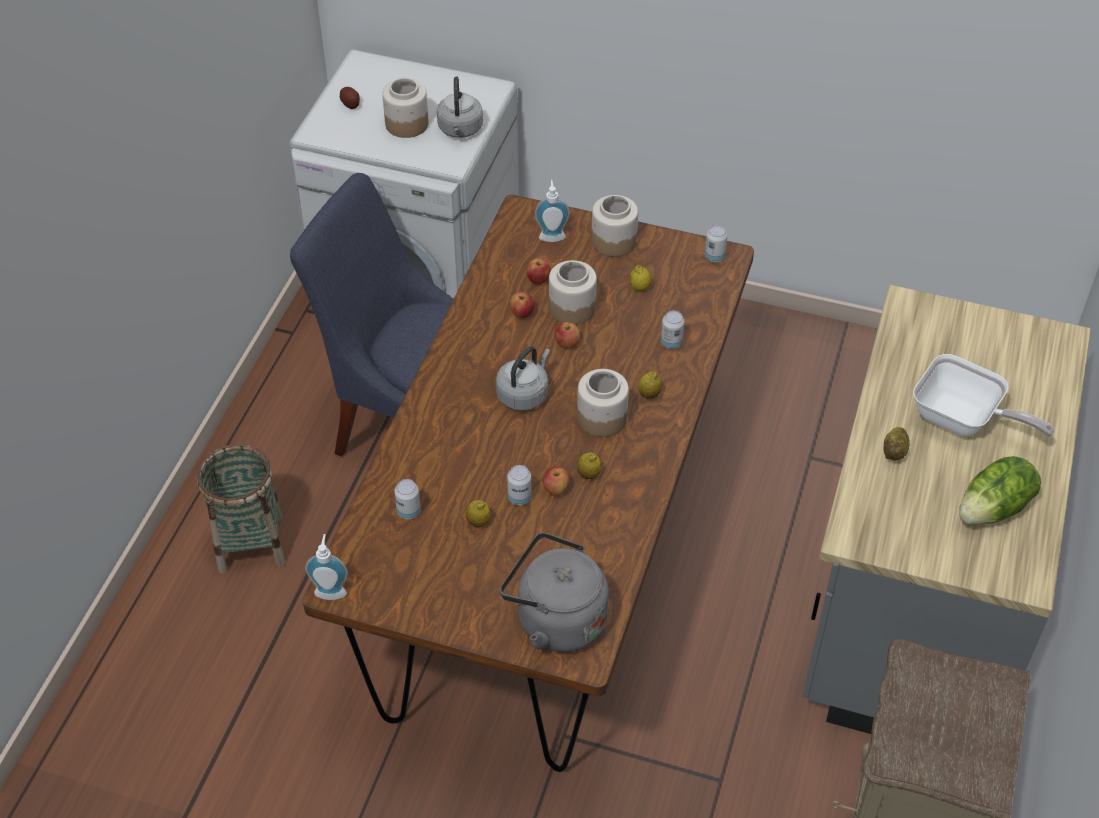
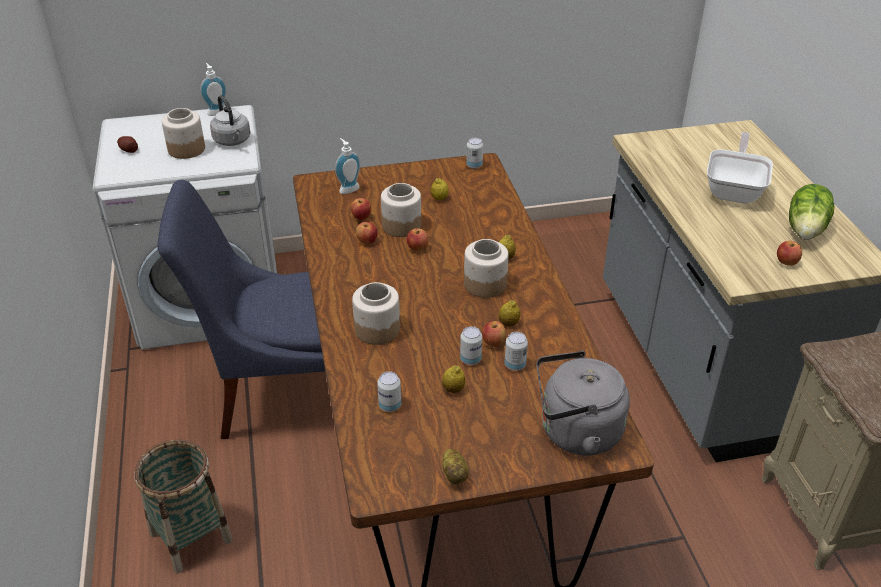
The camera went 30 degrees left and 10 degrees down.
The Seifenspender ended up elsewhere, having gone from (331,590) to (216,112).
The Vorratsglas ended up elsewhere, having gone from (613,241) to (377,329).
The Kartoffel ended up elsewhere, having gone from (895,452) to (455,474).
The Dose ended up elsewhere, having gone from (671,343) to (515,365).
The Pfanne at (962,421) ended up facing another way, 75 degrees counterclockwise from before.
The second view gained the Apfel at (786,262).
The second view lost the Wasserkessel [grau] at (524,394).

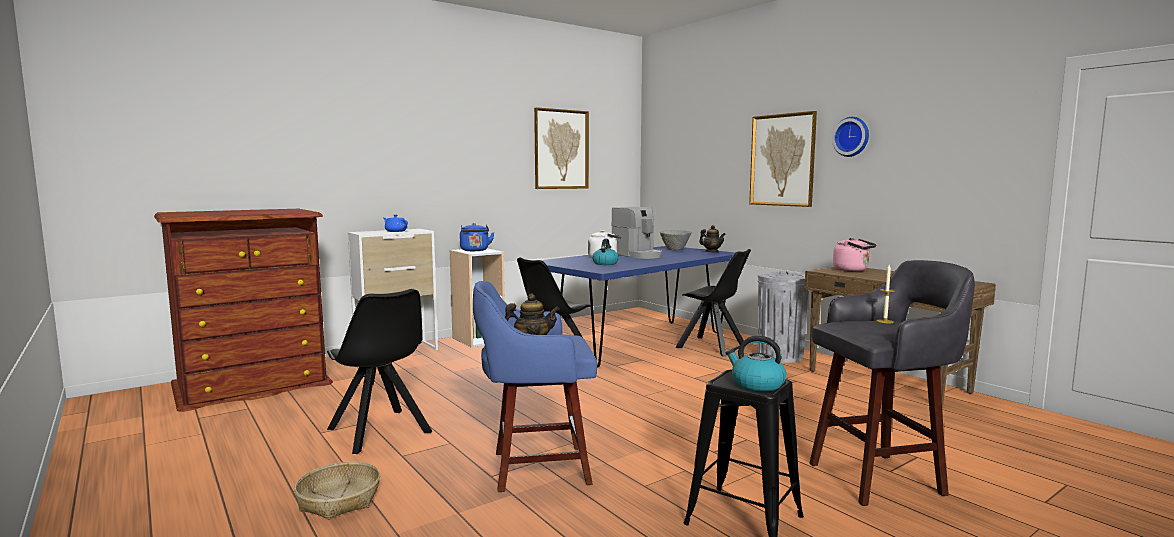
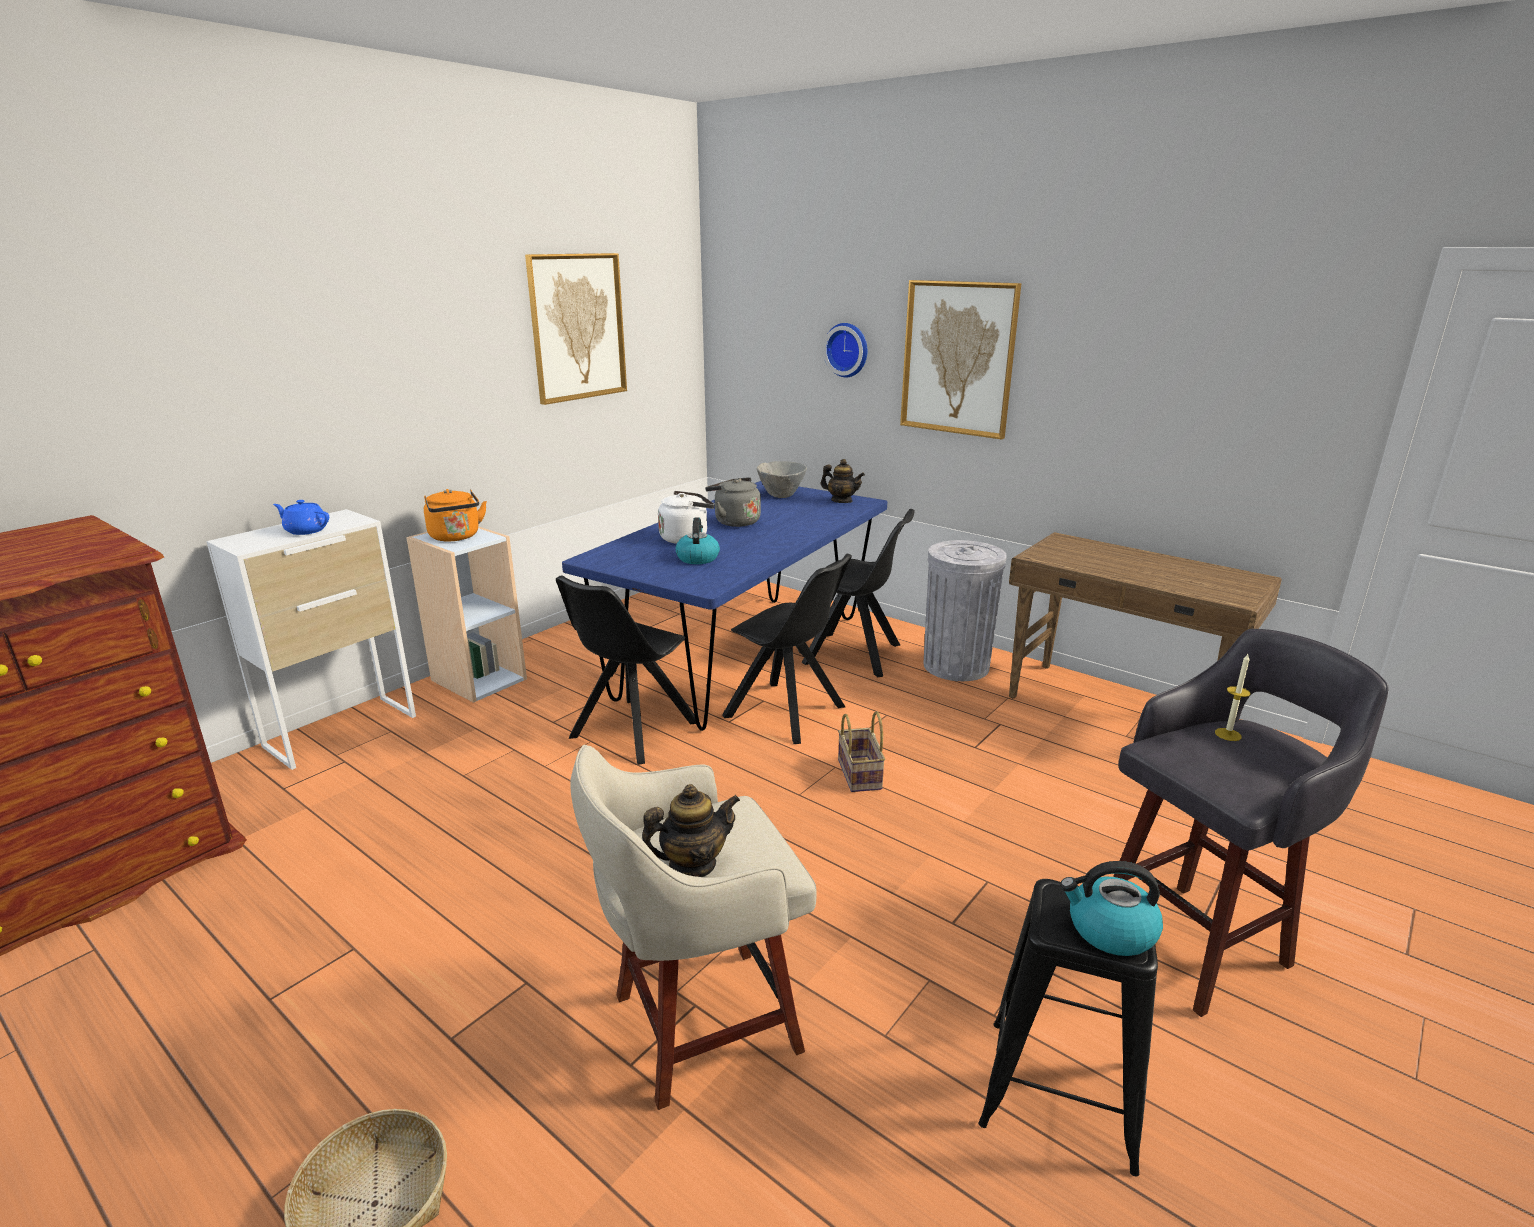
The camera went 15 degrees left and 15 degrees up.
What was the Wasserkessel [blau] at (475,250) turned into the Wasserkessel [orange] at (456,537).
What was the Hocker [blau] at (535,468) turned into the Hocker [beige] at (697,1026).
Where the Kaffeemaschine stood at (638,255), the Wasserkessel [grau] came to stand at (734,522).
The Stuhl [schwarz] ended up elsewhere, having gone from (380,432) to (787,713).
The Wanduhr ended up elsewhere, having gone from (852,137) to (847,350).
The second view gained the Korb at (861,775).
The second view lost the Wasserkessel [rosa] at (853,270).

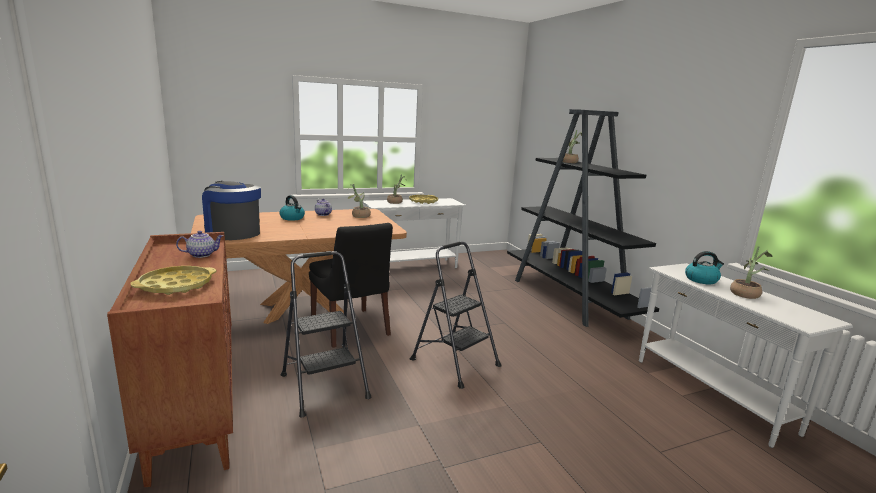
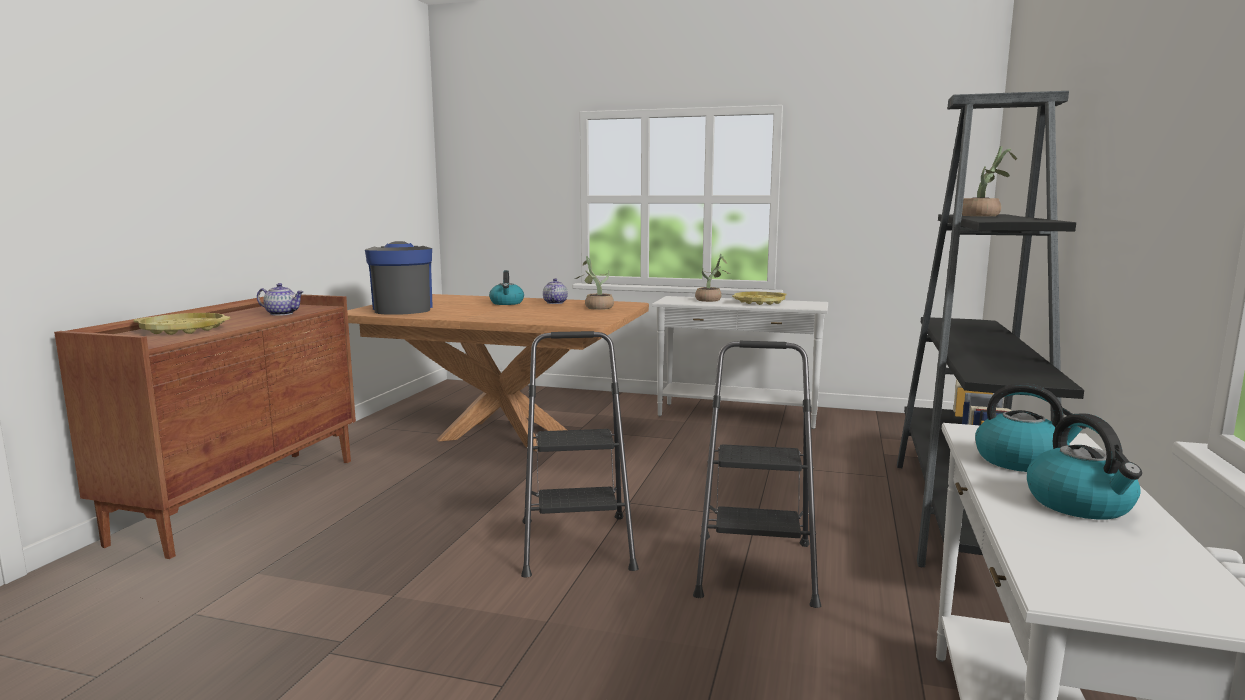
The camera went 40 degrees right and 5 degrees down.
The Trittleiter [schwarz] ended up elsewhere, having gone from (324,384) to (755,565).
Where the Topfpflanze stood at (746,293), the Wasserkessel came to stand at (1081,505).
The second view lost the Stuhl [schwarz] at (351,329).

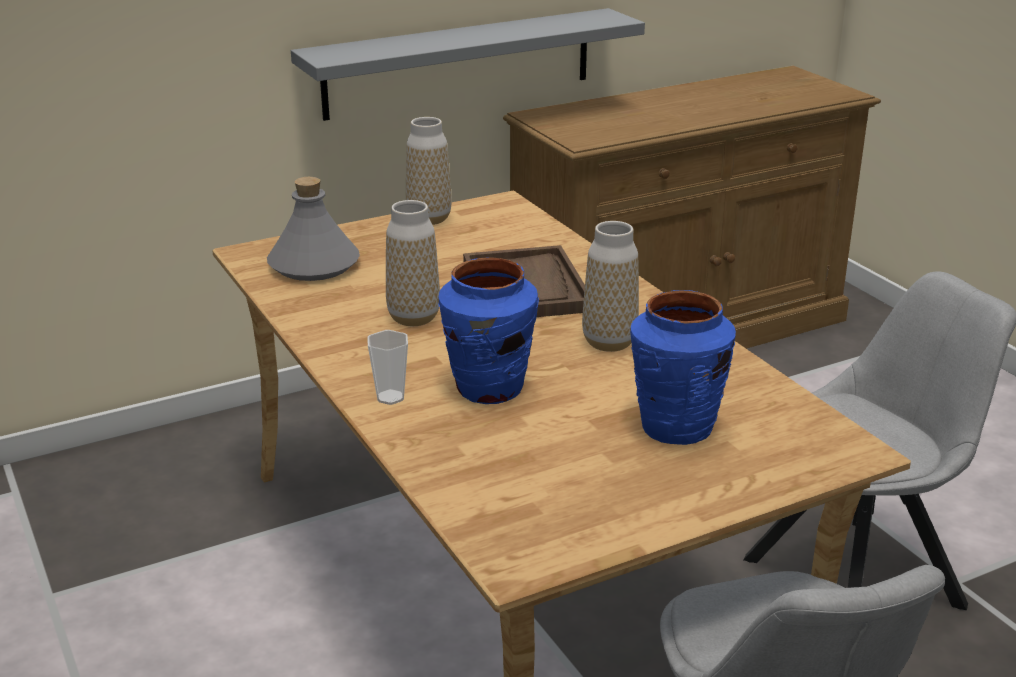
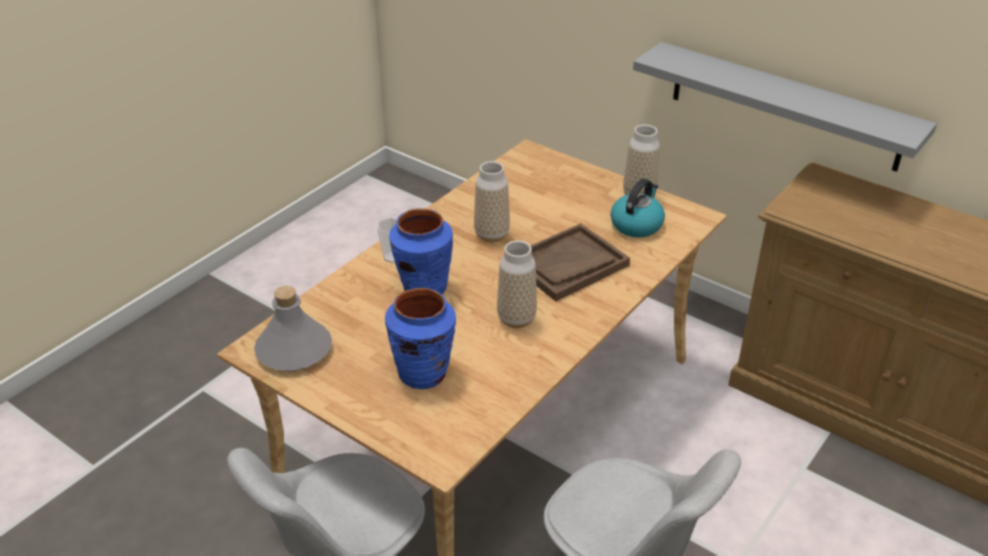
The camera went 65 degrees right and 10 degrees up.
The Flasche [grau] ended up elsewhere, having gone from (313,265) to (294,350).
The second view gained the Wasserkessel at (636,224).

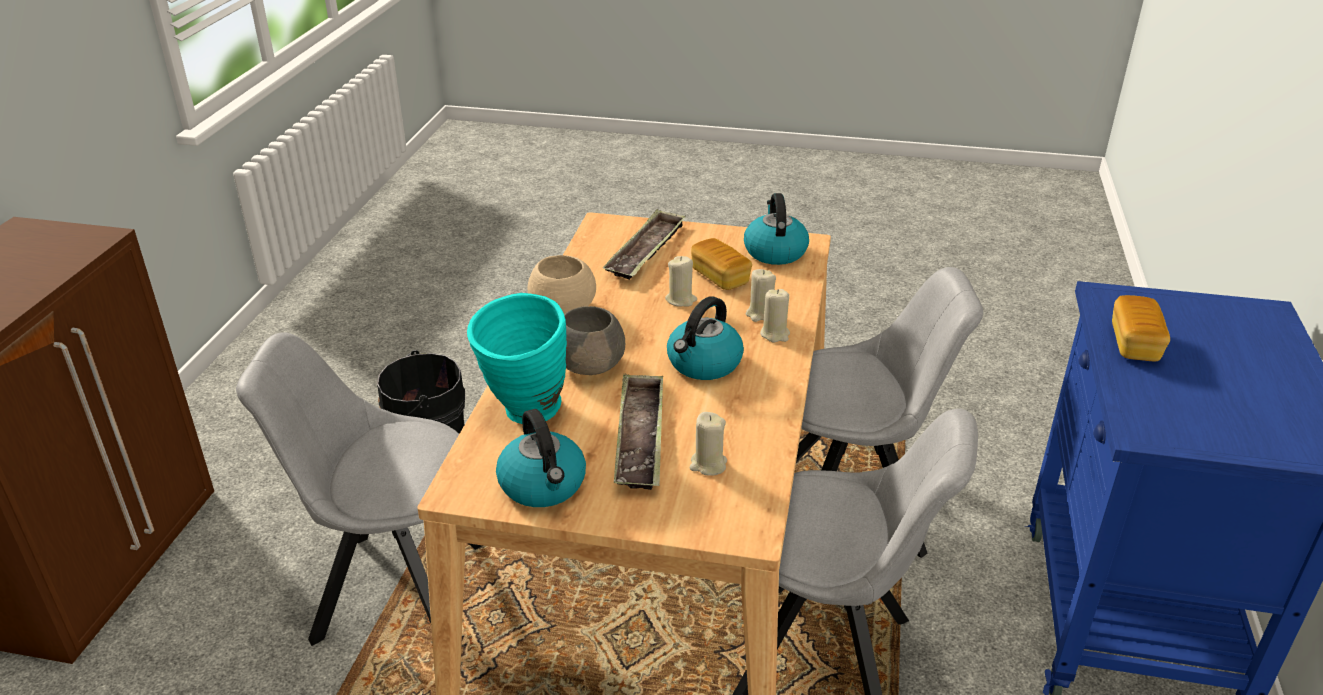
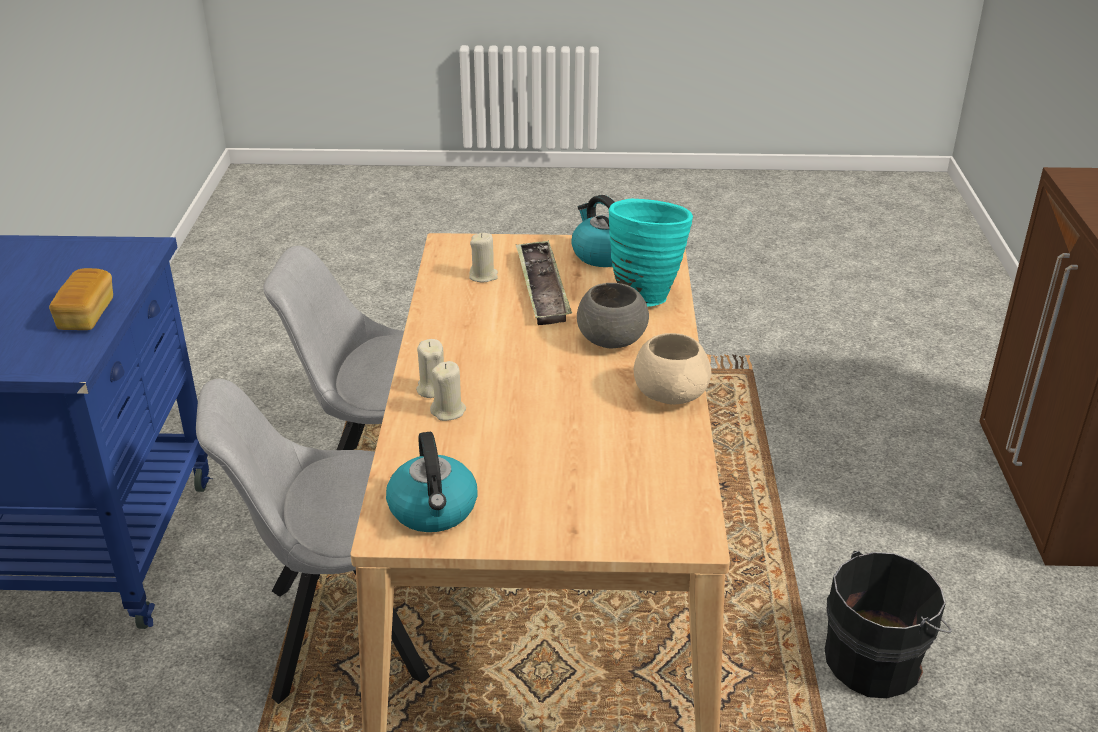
The camera went 170 degrees right and 0 degrees up.
The second view lost the Stuhl [grau] at (395,590).
The second view lost the Tablett at (646,251).
The second view lost the Kerze [beige] at (681,300).
The second view lost the Wasserkessel at (704,364).
The second view lost the Brot at (720,277).

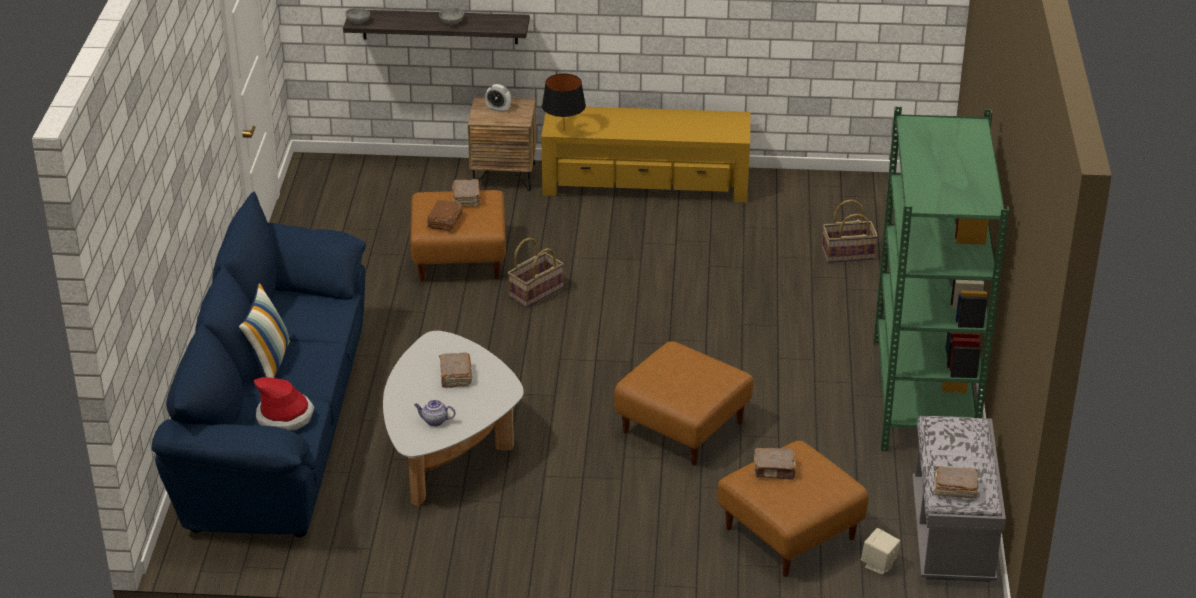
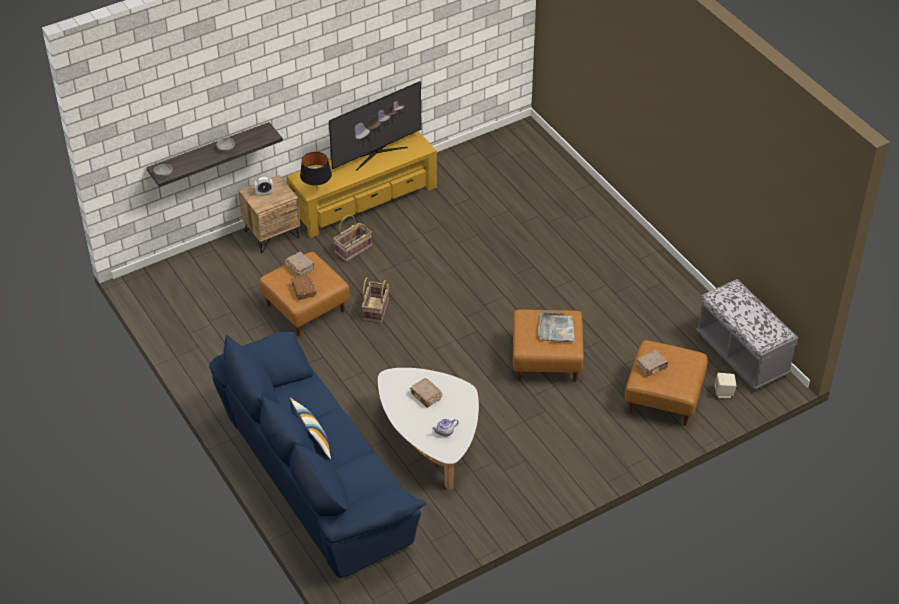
The camera went 35 degrees left and 10 degrees up.
The second view gained the Fernseher at (376,153).
The Korb ended up elsewhere, having gone from (848,254) to (353,250).
The second view gained the Tablett [grau] at (556,329).
The second view lost the Hut at (285,416).
The second view lost the Bücherregal [grün] at (923,396).
The second view lost the Buch [braun] at (954,489).

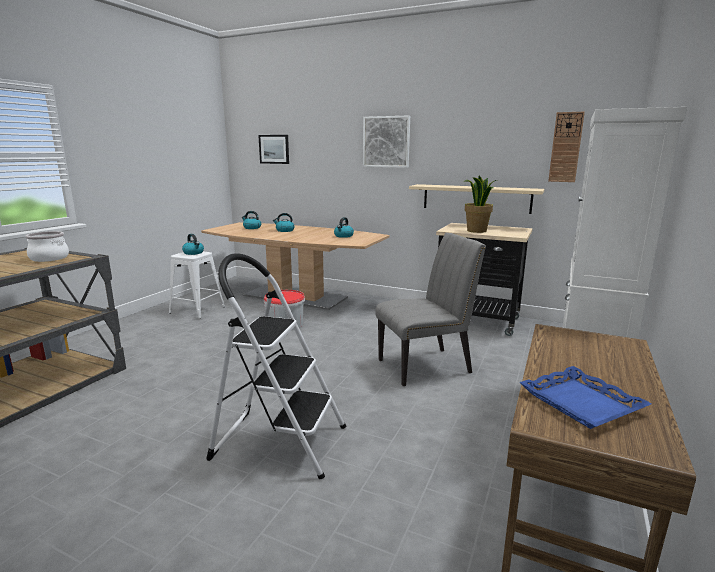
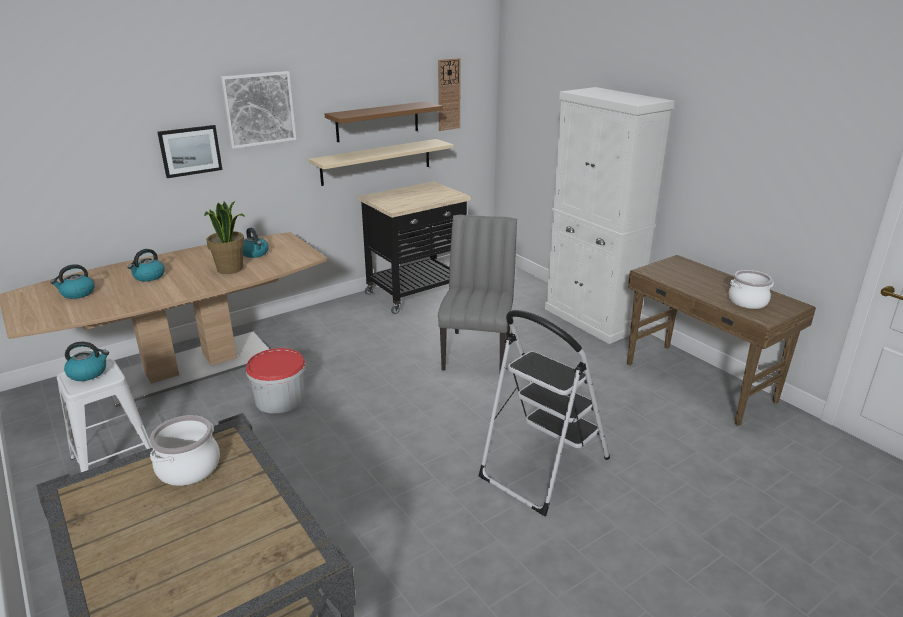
The camera went 60 degrees left and 10 degrees up.
The Bild ended up elsewhere, having gone from (274,149) to (190,151).
The Topfpflanze ended up elsewhere, having gone from (477,231) to (230,269).
The second view gained the Wandregal [braun] at (377,121).
Where the Tablett [blau] stood at (581,403), the Kochtopf came to stand at (747,301).

